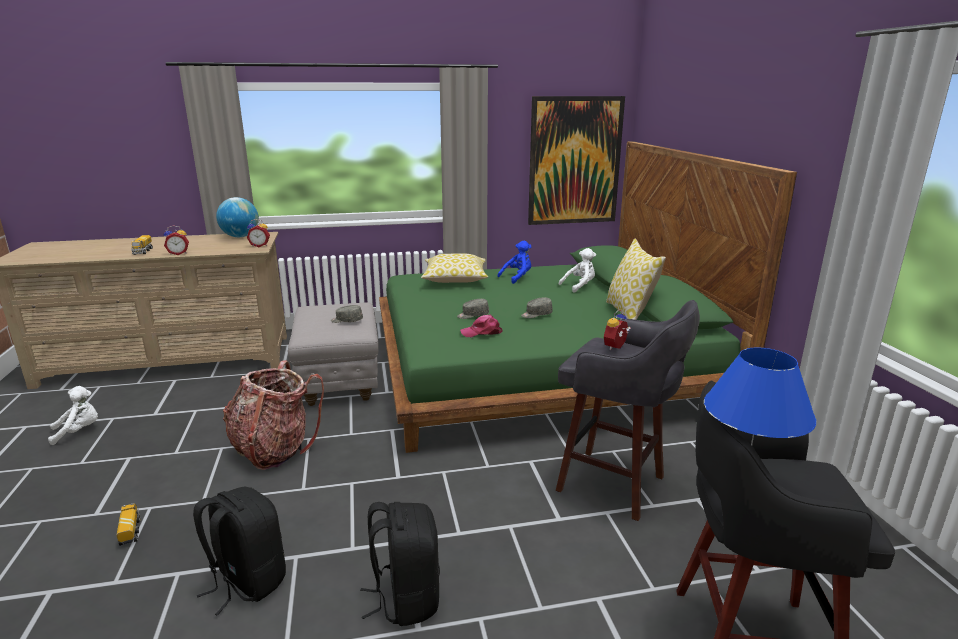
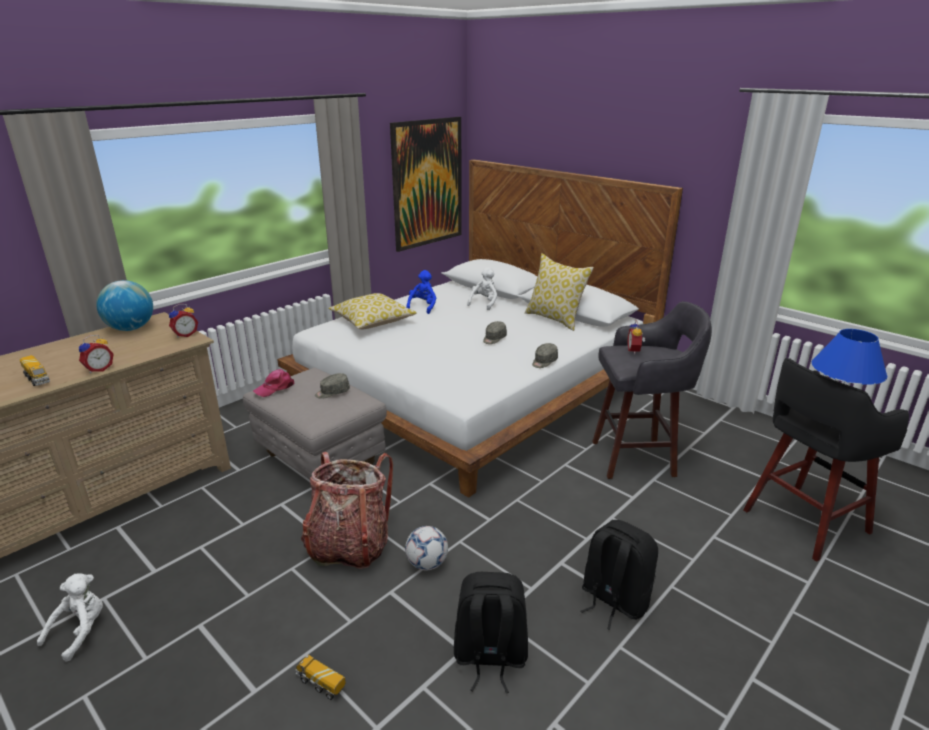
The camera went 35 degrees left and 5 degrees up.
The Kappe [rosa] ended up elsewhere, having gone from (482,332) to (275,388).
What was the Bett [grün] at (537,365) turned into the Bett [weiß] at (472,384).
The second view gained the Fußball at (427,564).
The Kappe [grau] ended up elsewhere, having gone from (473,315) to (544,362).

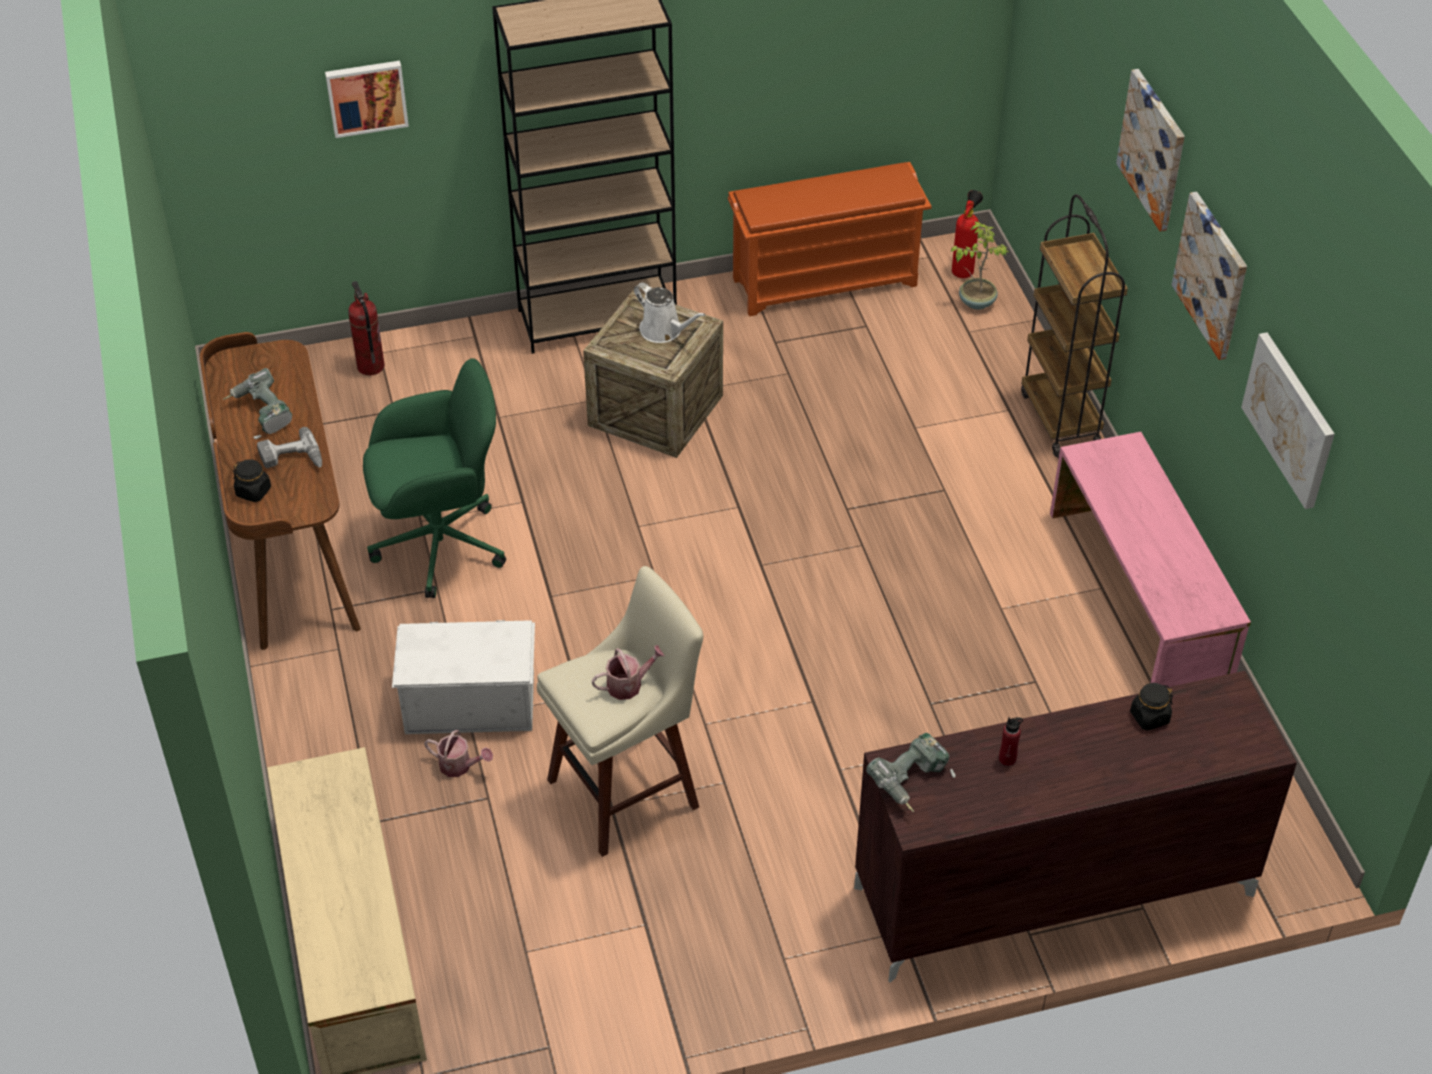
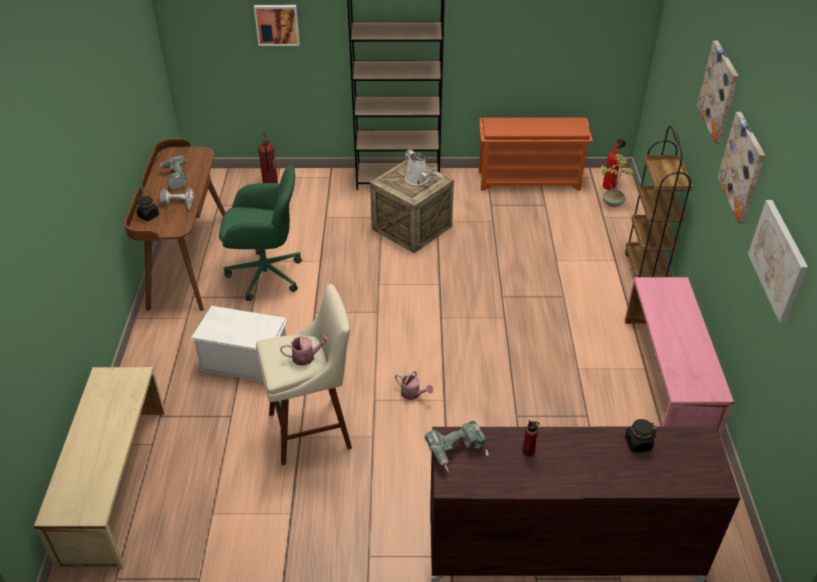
The camera went 15 degrees right and 5 degrees down.
The Gießkanne ended up elsewhere, having gone from (459,766) to (413,394).

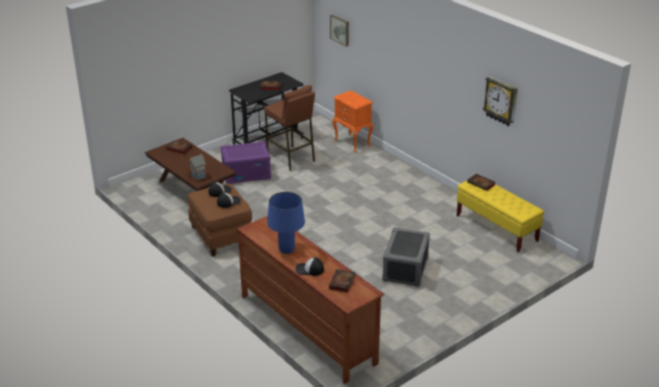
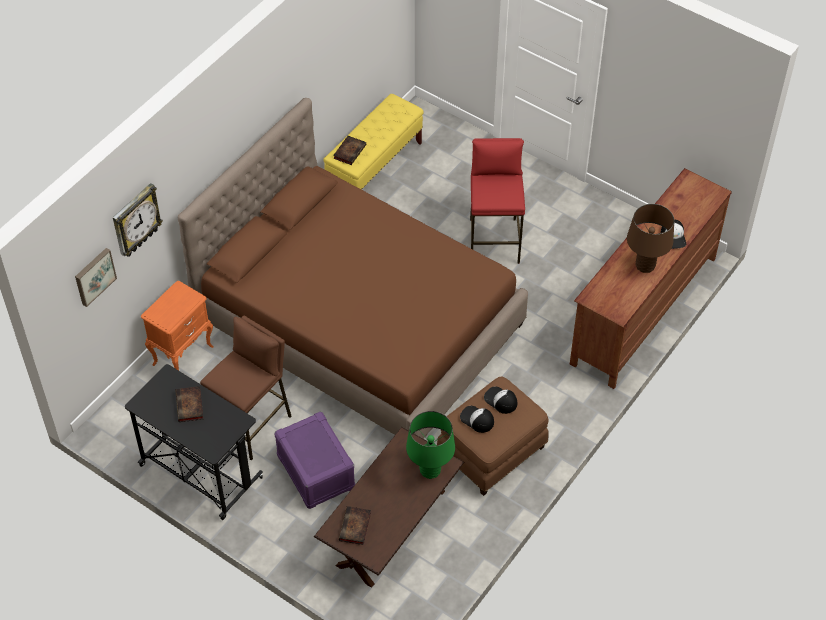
The camera went 105 degrees left and 20 degrees up.
The Wanduhr ended up elsewhere, having gone from (501,101) to (135,221).
The second view gained the Bett [braun] at (359,322).
Where the Spielzeughaus stood at (198,176), the Tischlampe [grün] came to stand at (430,470).
Where the Aufbewahrungsbox [grau] stood at (405,269), the Hocker [rot] came to stand at (494,240).
What was the Tischlampe [blau] at (286,249) turned into the Tischlampe [braun] at (645,266).
The second view lost the Buch at (341,282).

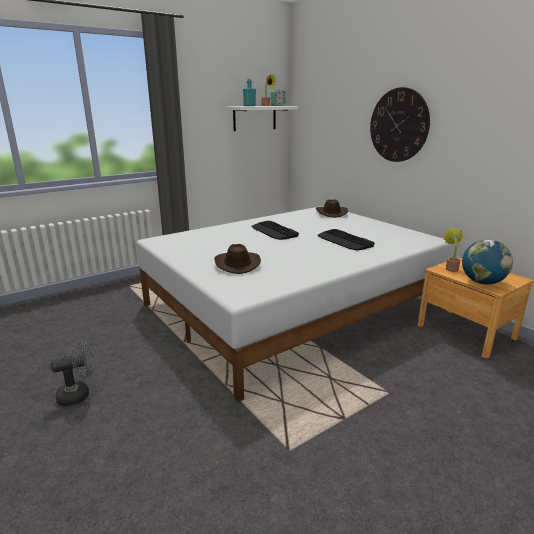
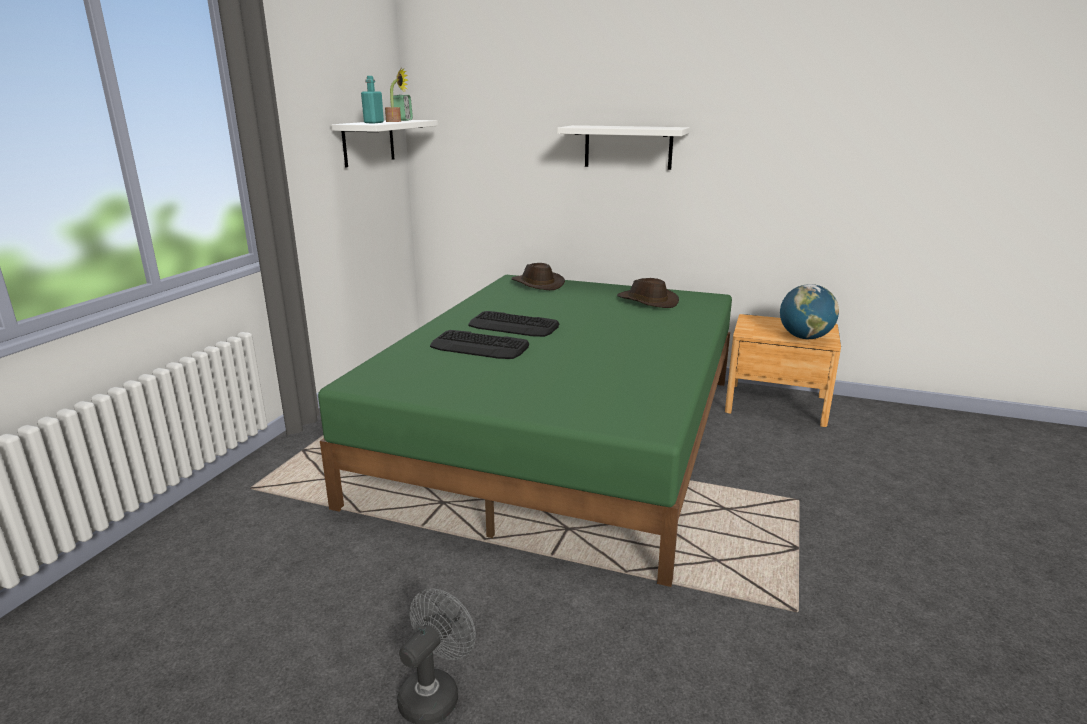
The camera went 35 degrees left and 0 degrees up.
What was the Bett [weiß] at (293,306) turned into the Bett [grün] at (562,435).
The Tastatur ended up elsewhere, having gone from (345,240) to (479,346).
Where the Wanduhr hung at (398,125), the Wandregal [weiß] came to hang at (628,147).
The Hut [braun] ended up elsewhere, having gone from (237,264) to (647,301).
The second view lost the Topfpflanze at (450,268).

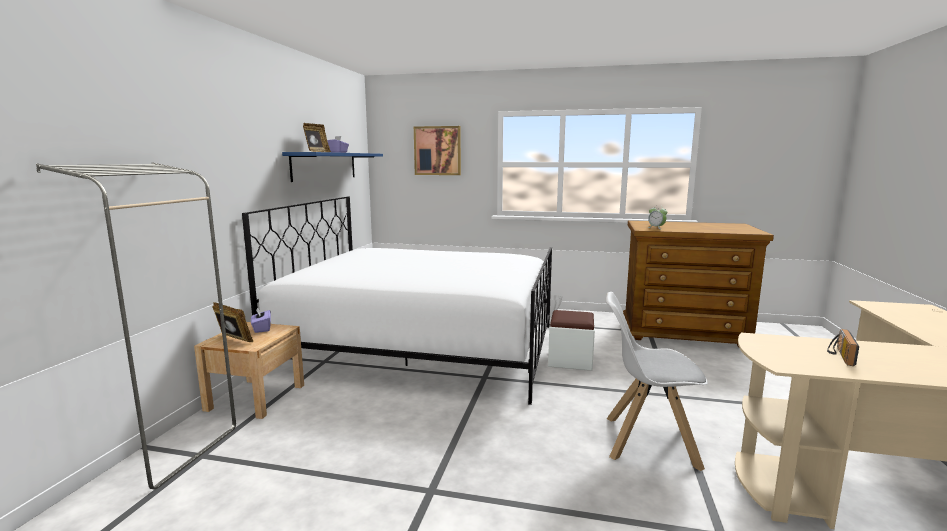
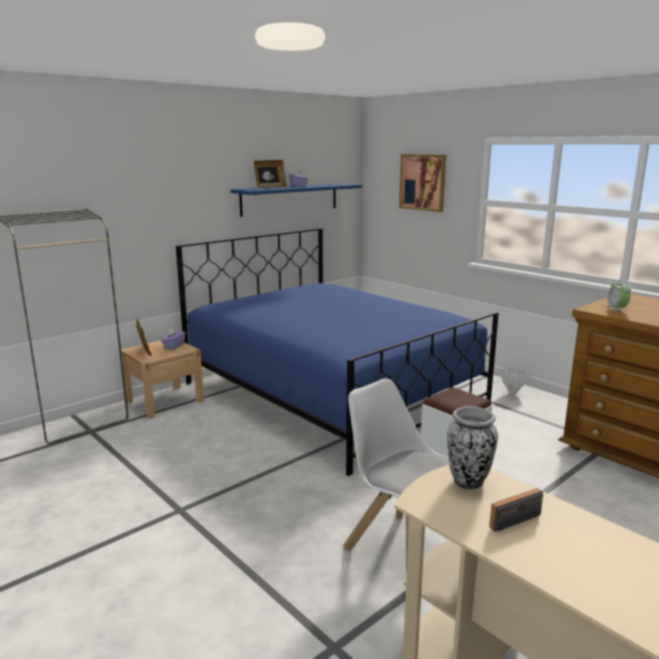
The camera went 35 degrees right and 5 degrees up.
What was the Bett [weiß] at (421,347) turned into the Bett [blau] at (331,393).
The second view gained the Vase at (469,482).

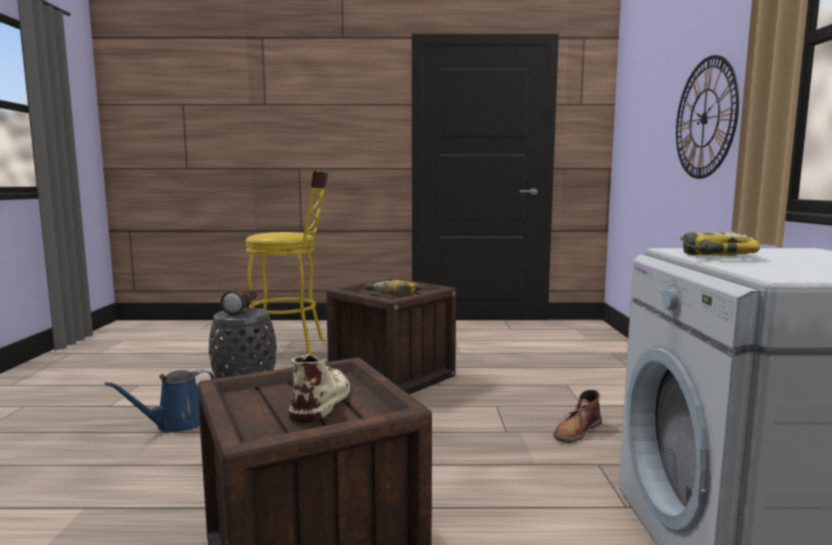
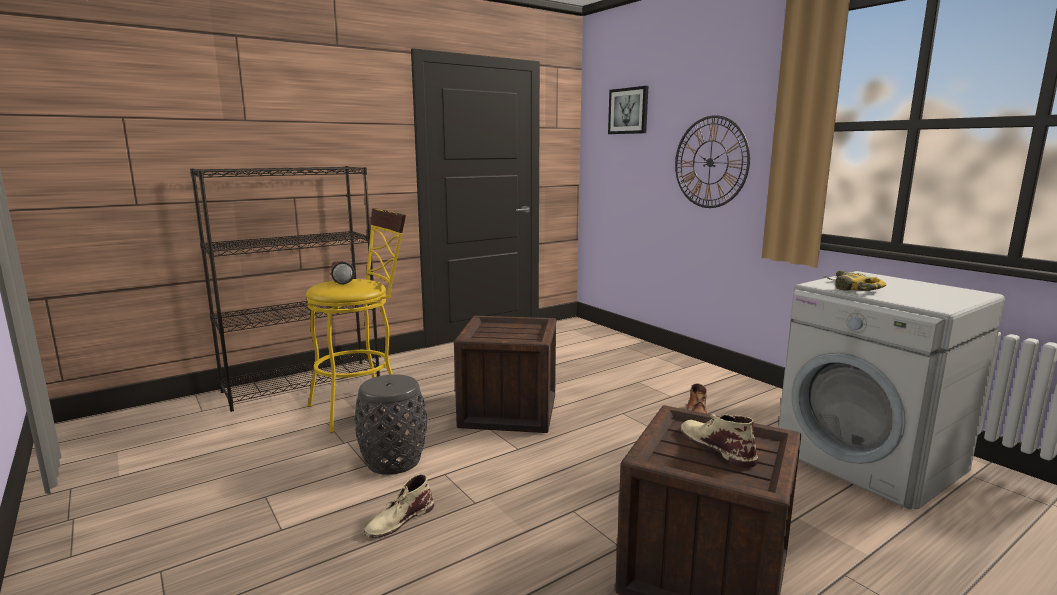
The camera went 35 degrees left and 5 degrees up.
The second view gained the Bücherregal [schwarz] at (303,384).
The Taschenlampe ended up elsewhere, having gone from (243,310) to (340,280).
Where the Gießkanne [blau] stood at (176,424), the Stiefel [beige] came to stand at (399,520).
The second view gained the Bild at (628,111).
The second view lost the Bohrmaschine at (395,294).

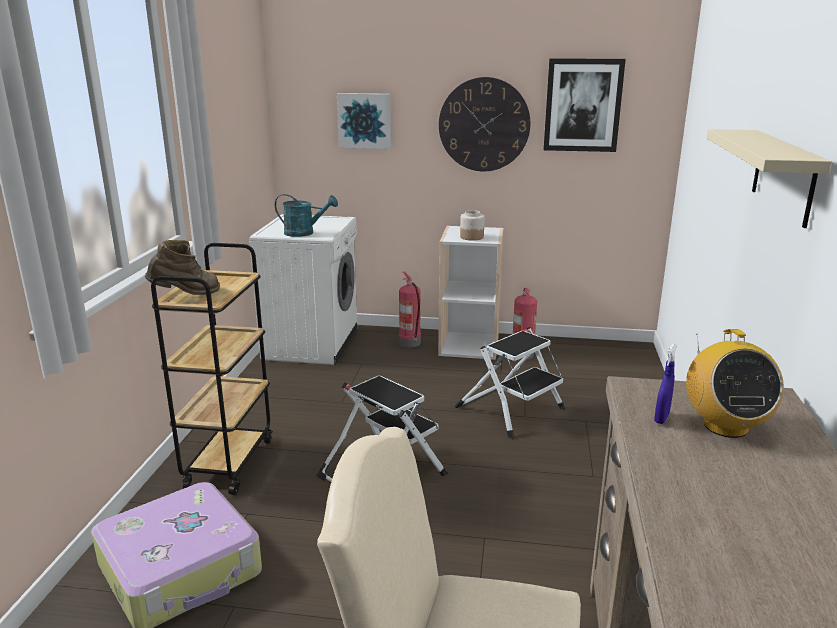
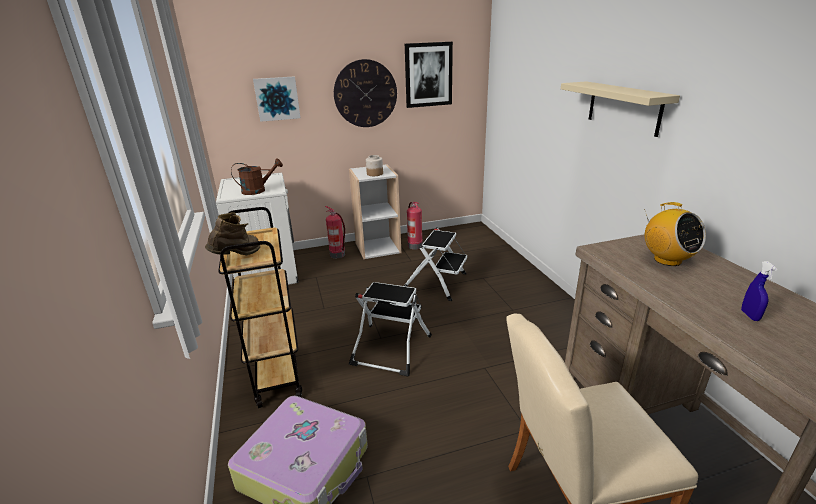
The camera went 25 degrees left and 5 degrees up.
What was the Gießkanne [türkis] at (304,233) turned into the Gießkanne [braun] at (258,190).
The Sprühflasche [blau] ended up elsewhere, having gone from (661,418) to (750,315).

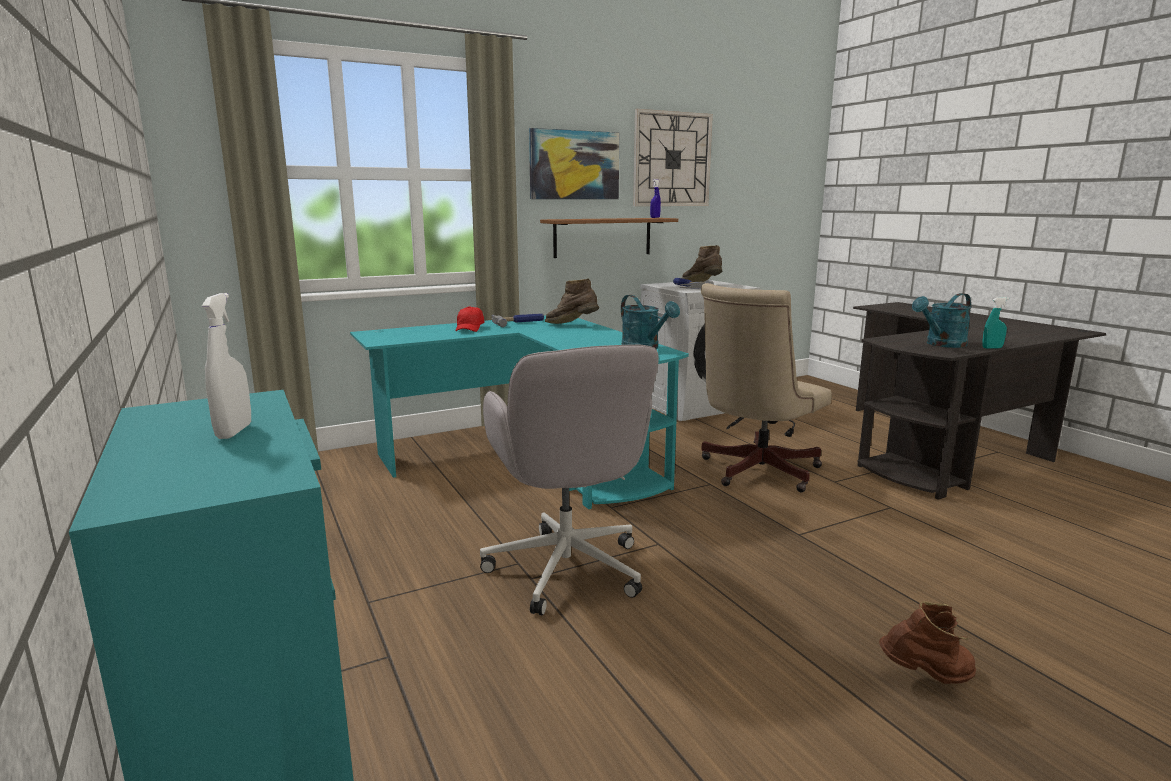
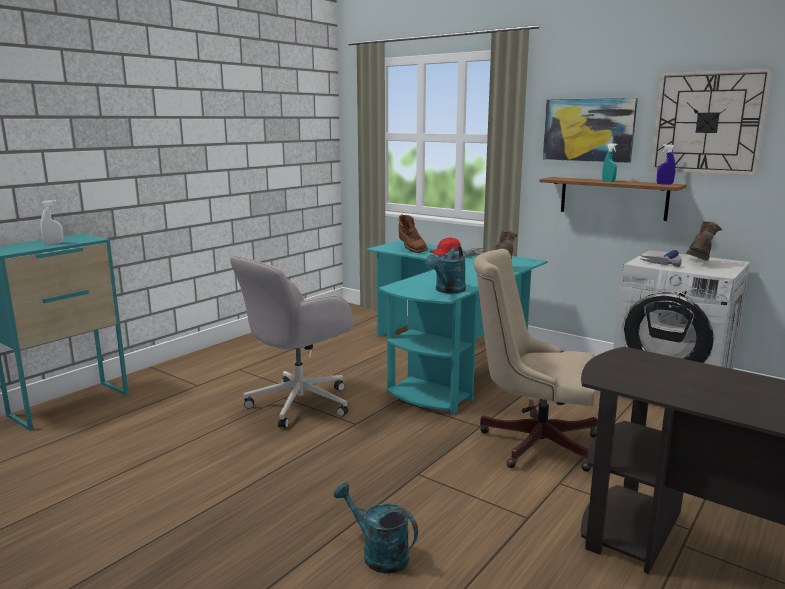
The camera went 65 degrees right and 0 degrees up.
The Gießkanne [türkis] ended up elsewhere, having gone from (941,344) to (378,554).
The Stiefel [braun] ended up elsewhere, having gone from (927,677) to (411,249).
The Sprühflasche [türkis] ended up elsewhere, having gone from (992,348) to (608,181).

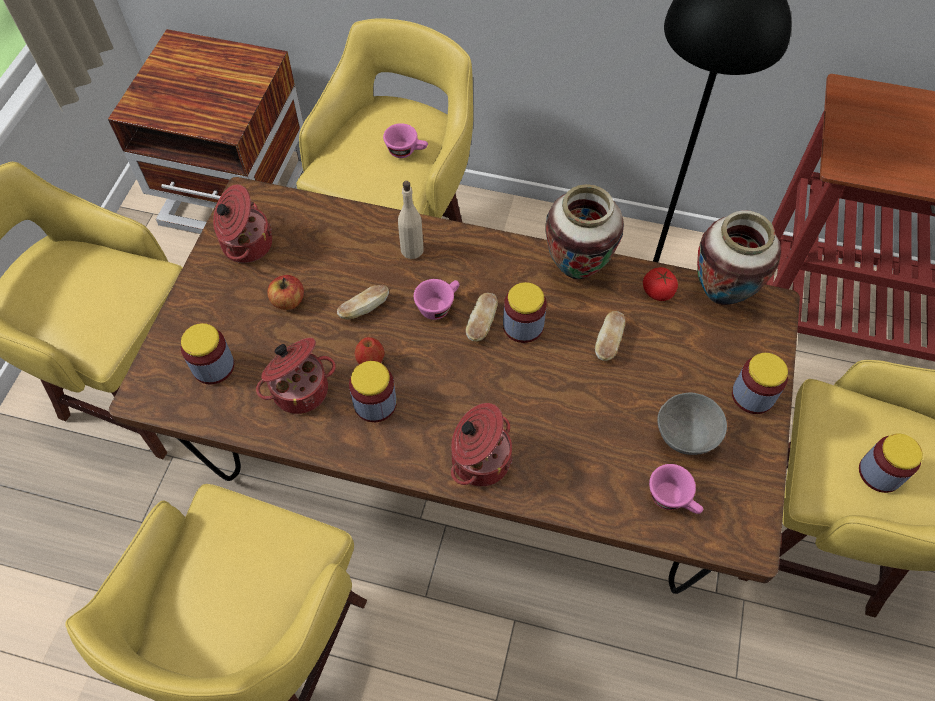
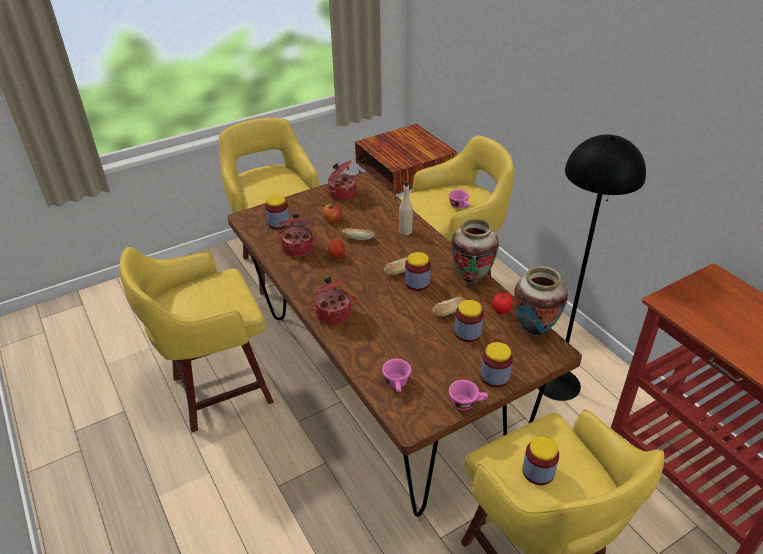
The camera went 45 degrees right and 20 degrees down.
The Tasse [rosa] ended up elsewhere, having gone from (438,305) to (467,403).
The Vorratsglas ended up elsewhere, having gone from (375,403) to (467,333).
The second view lost the Schüssel [grau] at (684,439).

